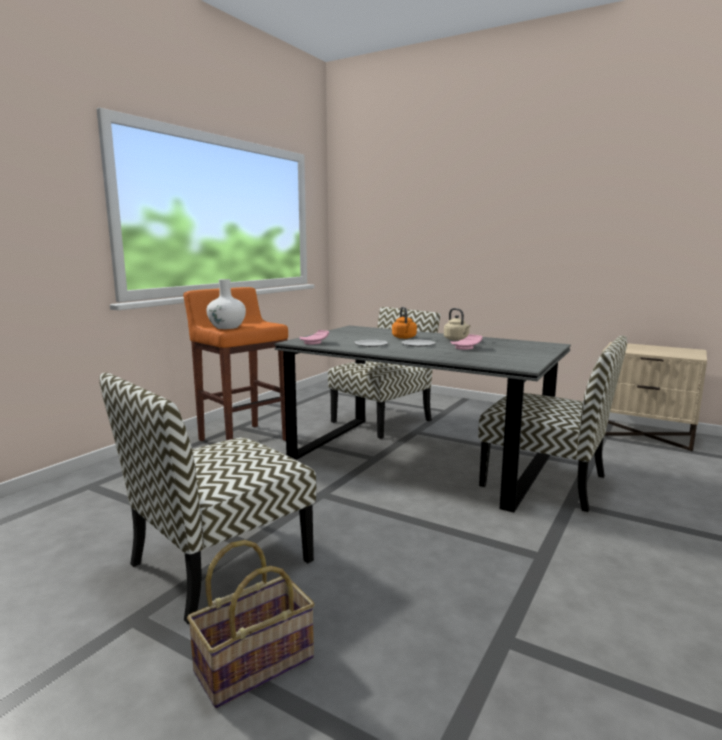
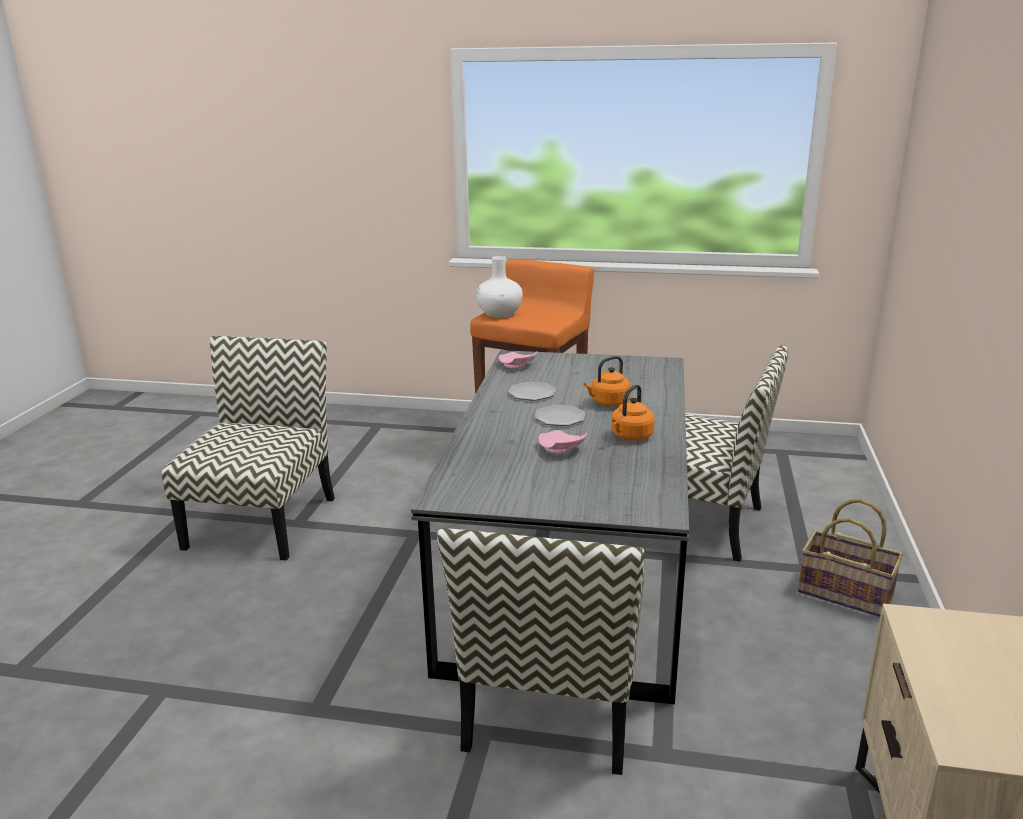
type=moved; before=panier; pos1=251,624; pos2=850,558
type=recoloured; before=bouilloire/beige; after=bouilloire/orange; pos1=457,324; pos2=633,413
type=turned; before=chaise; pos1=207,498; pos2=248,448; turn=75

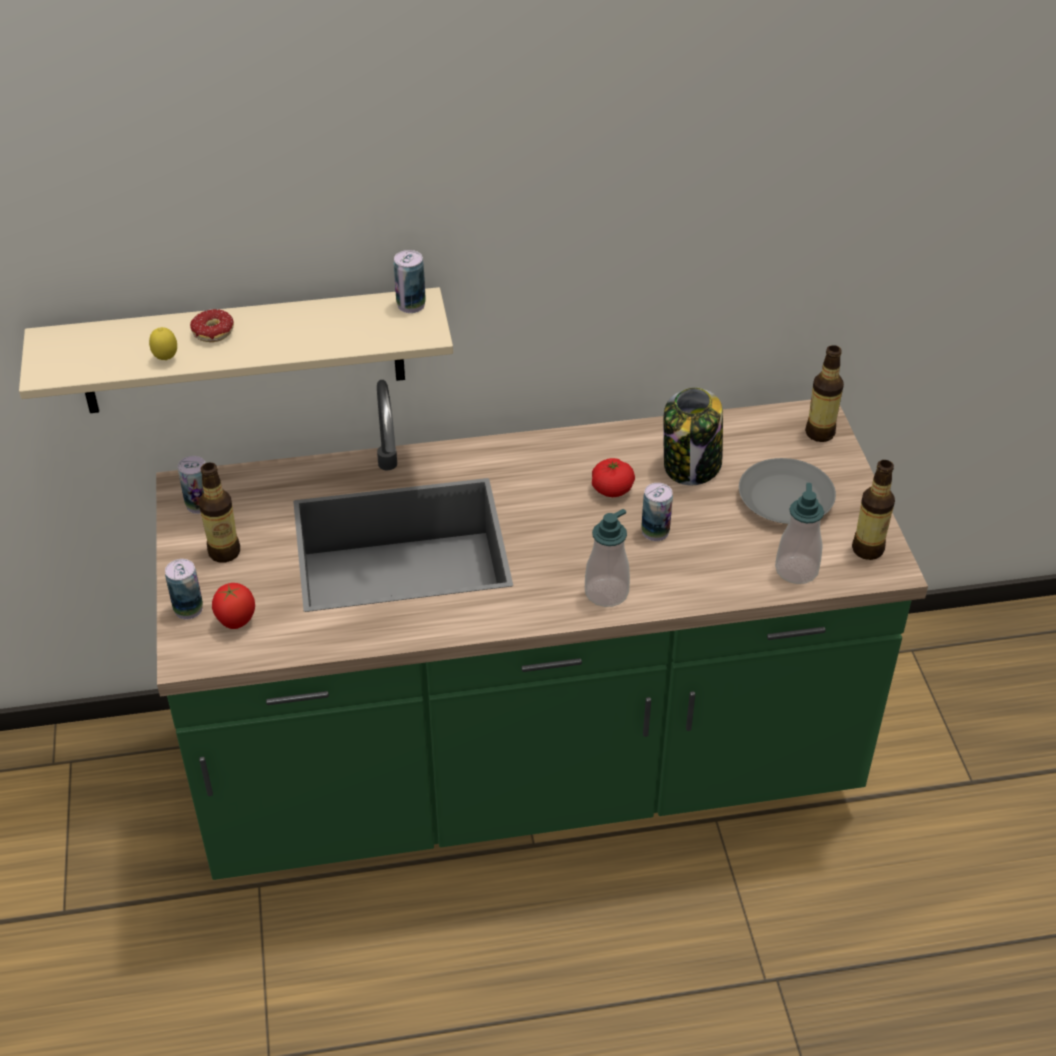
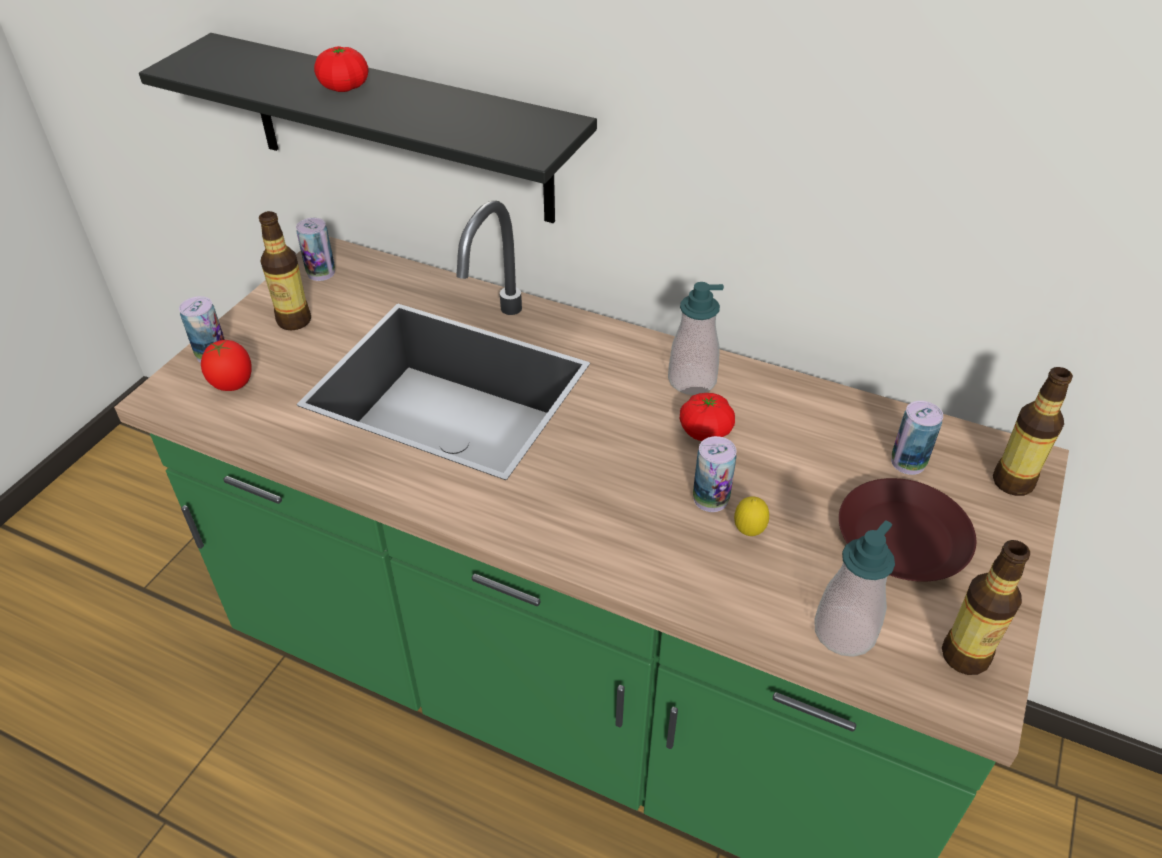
type=removed; before=bocal; pos1=693,436
type=moved; before=citron; pos1=163,343; pos2=751,516
type=moved; before=boîte métallique; pos1=410,281; pos2=917,438
type=moved; before=distributeur de savon; pos1=607,558; pos2=696,338
type=replaced; before=beignet; after=tomate; pos1=221,325; pos2=341,69
type=recoloured; before=étagère/beige; after=étagère/noir; pos1=236,350; pos2=368,128
type=recoloured; before=assiette/gris; after=assiette/marron; pos1=787,491; pos2=907,530

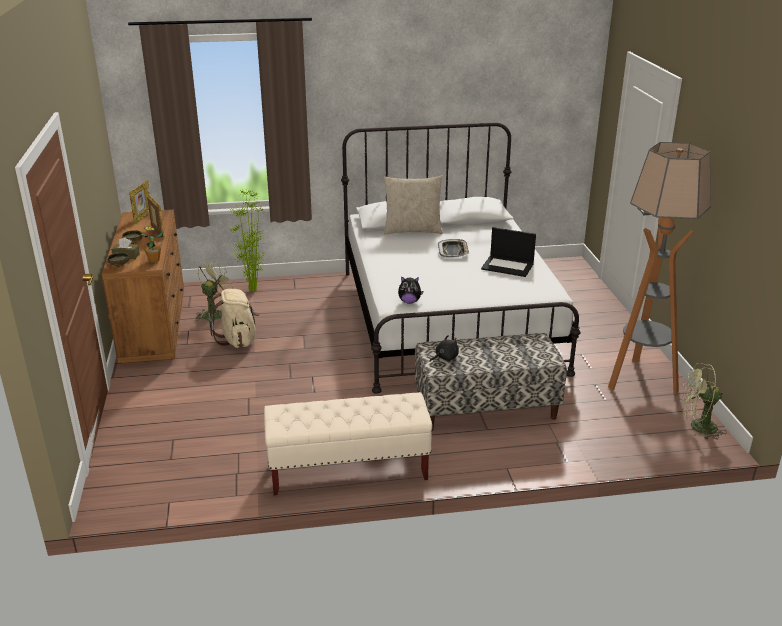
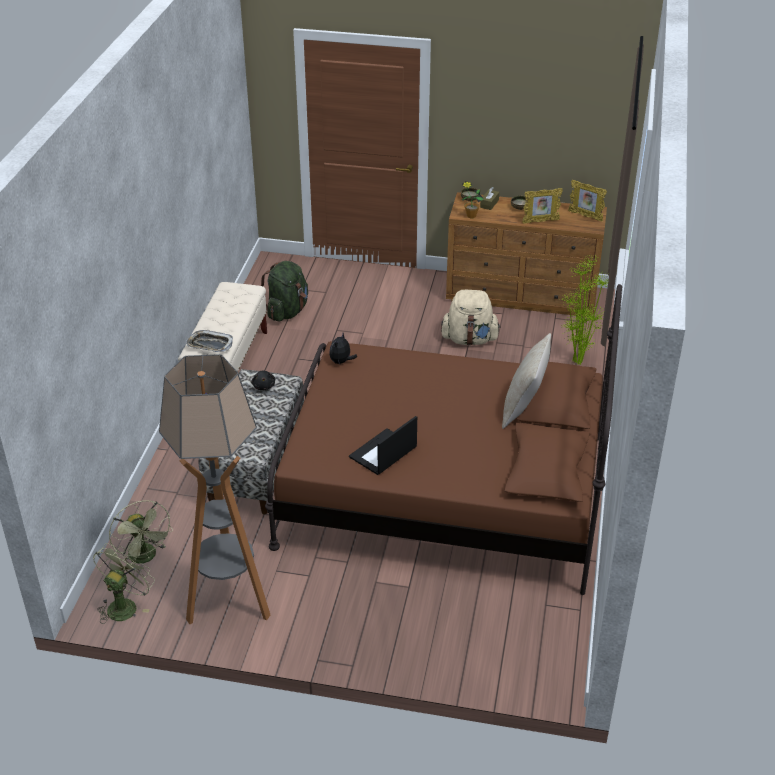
type=added; after=sac à dos/vert; pos2=284,291
type=moved; before=ventilateur/vert; pos1=214,291; pos2=141,534
type=moved; before=plateau; pos1=453,248; pos2=209,341
type=recoloured; before=lit/blanc; after=lit/marron; pos1=461,258; pos2=443,439

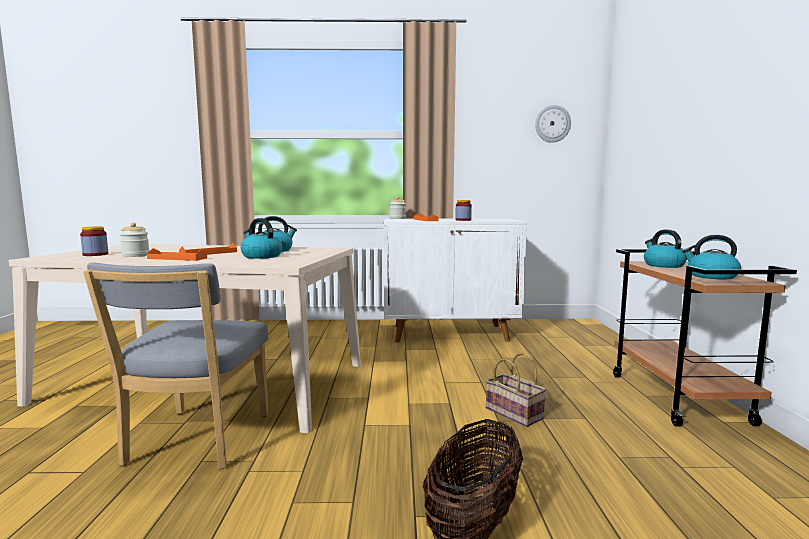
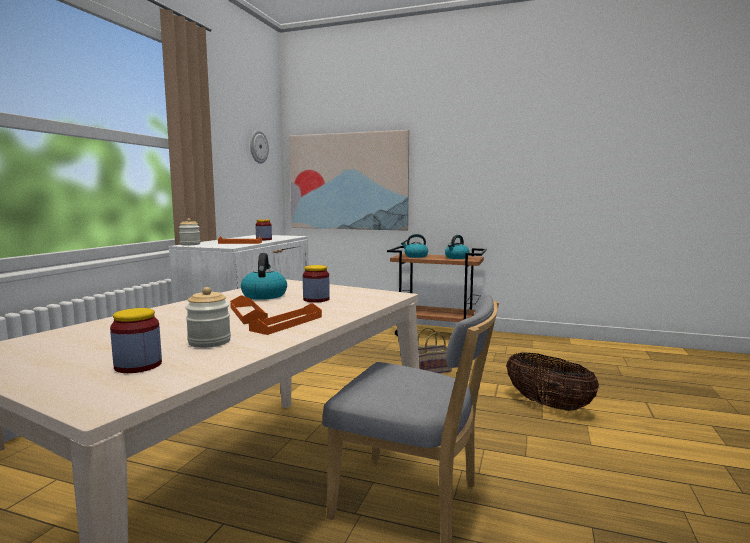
type=added; after=tableau; pos2=349,180
type=replaced; before=bouilloire; after=bocal; pos1=261,238; pos2=316,284

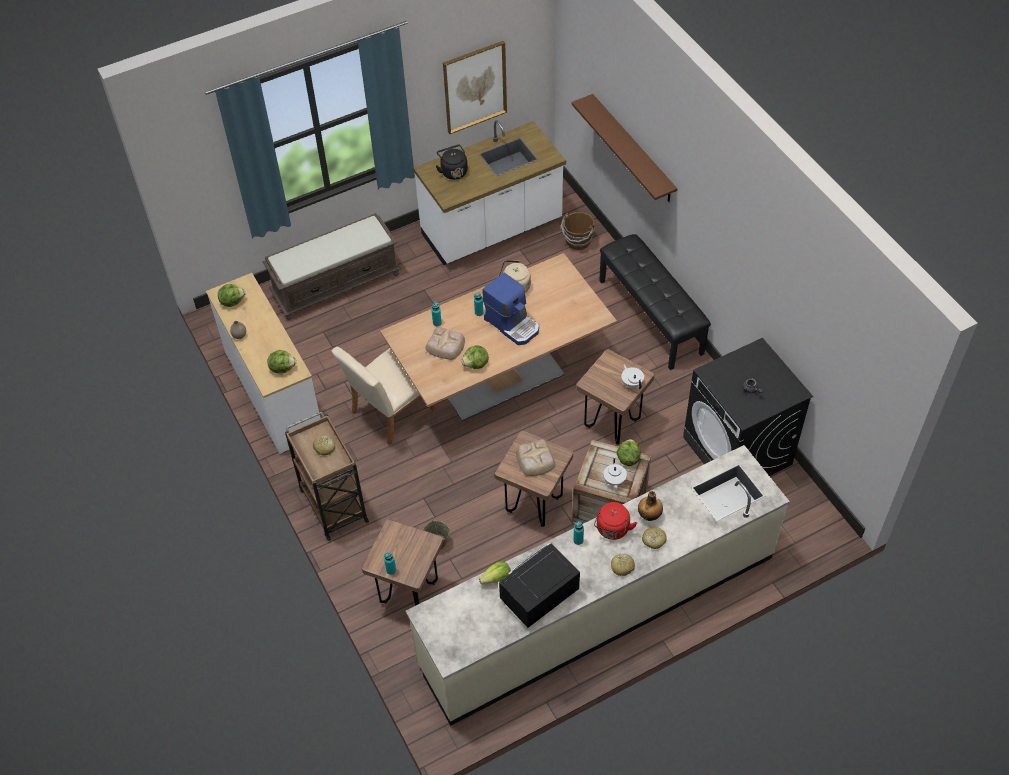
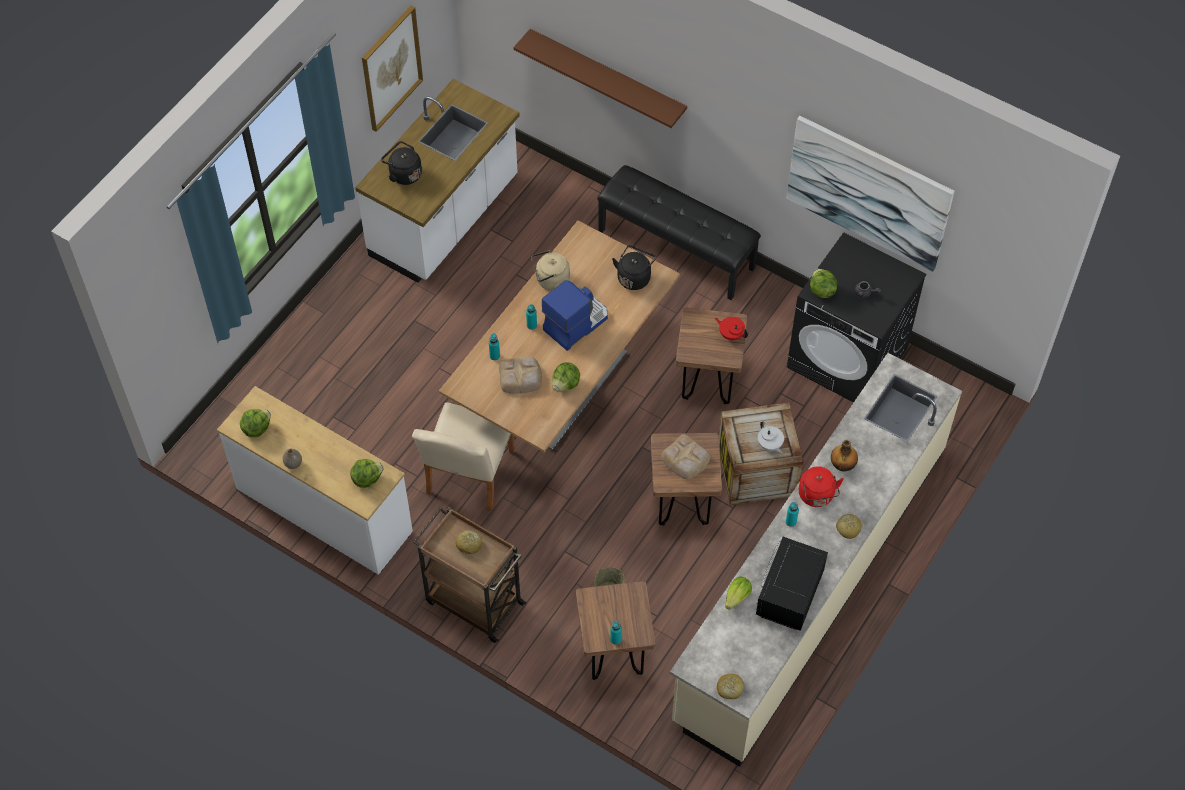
type=removed; before=banc/marron; pos1=331,266
type=removed; before=seau/marron; pos1=578,231
type=added; after=bouilloire/noir; pos2=634,267
type=added; after=tableau; pos2=870,194
type=moved; before=laitue; pos1=628,452; pos2=823,283
type=moved; before=pain; pos1=654,538; pos2=730,686
type=recoloured; before=théière/blanc; after=théière/rouge; pos1=632,376; pos2=731,328
type=turned; before=machine à café; pos1=510,309; pos2=575,315; turn=-60

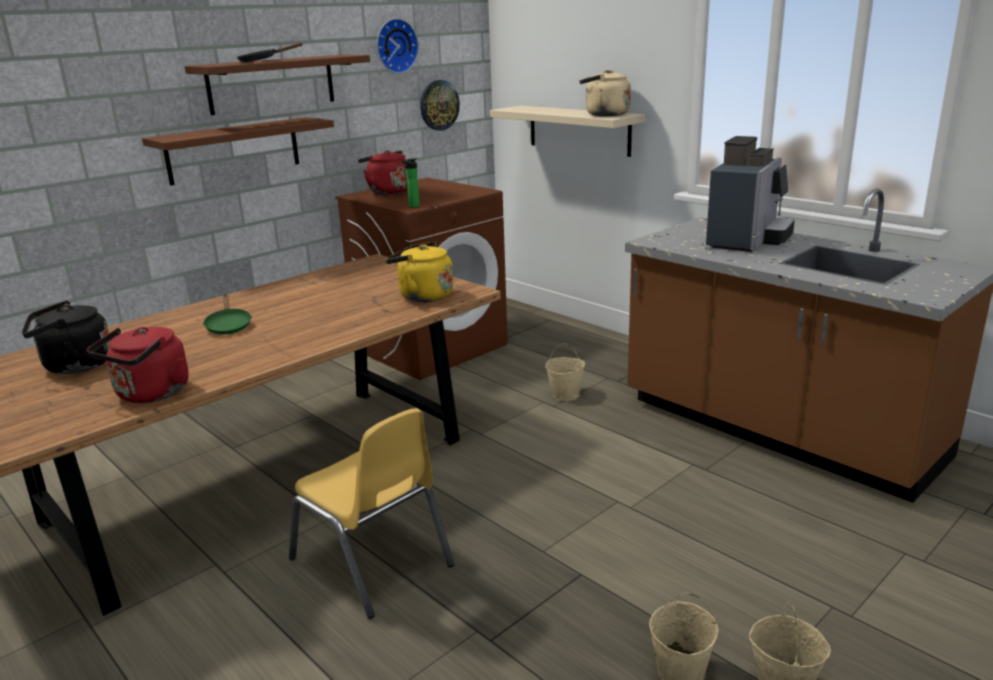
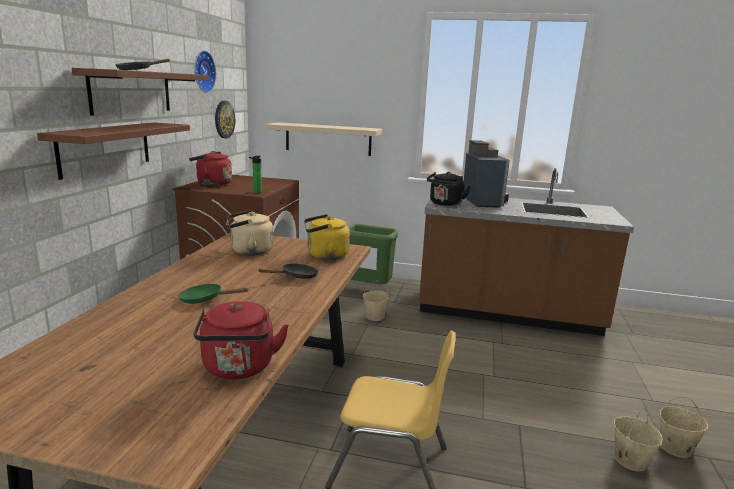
type=added; after=poêle/noir; pos2=289,271
type=added; after=poubelle/vert; pos2=374,254
type=moved; before=bouilloire/noir; pos1=66,337; pos2=449,189
type=moved; before=bouilloire/beige; pos1=605,92; pos2=249,232
type=turned; before=poêle/vert; pos1=227,314; pos2=213,294; turn=150

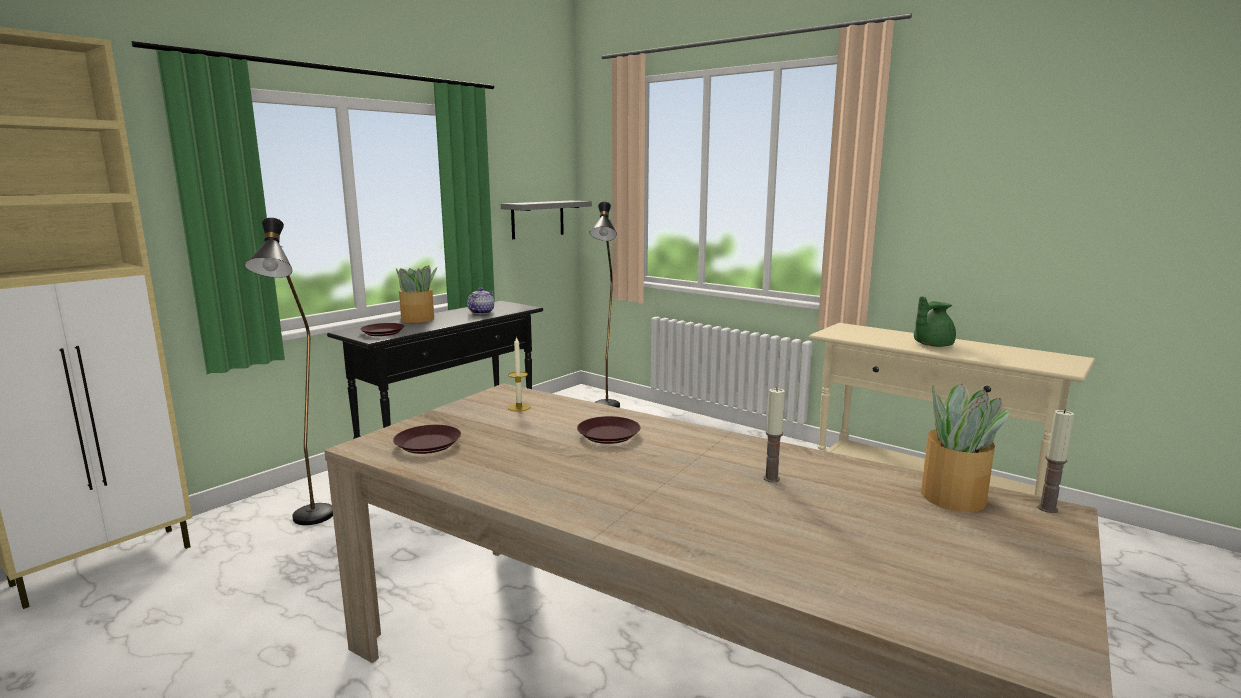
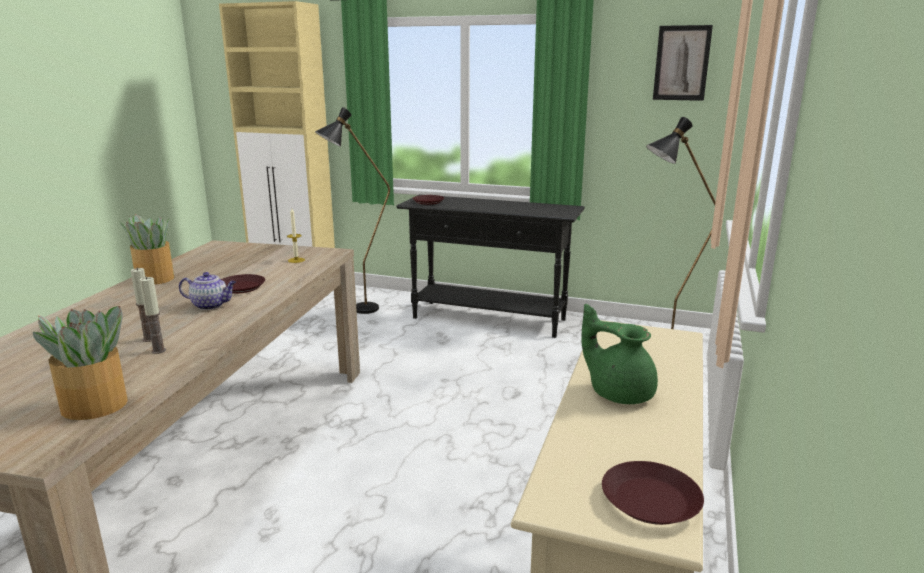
type=removed; before=étagère/gris; pos1=546,220
type=added; after=tableau; pos2=683,63
type=moved; before=assiette/marron; pos1=427,439; pos2=653,493
type=moved; before=plante en pot; pos1=416,294; pos2=147,249
type=moved; before=théière; pos1=480,301; pos2=207,291
type=moved; before=bougie; pos1=1056,461; pos2=153,315

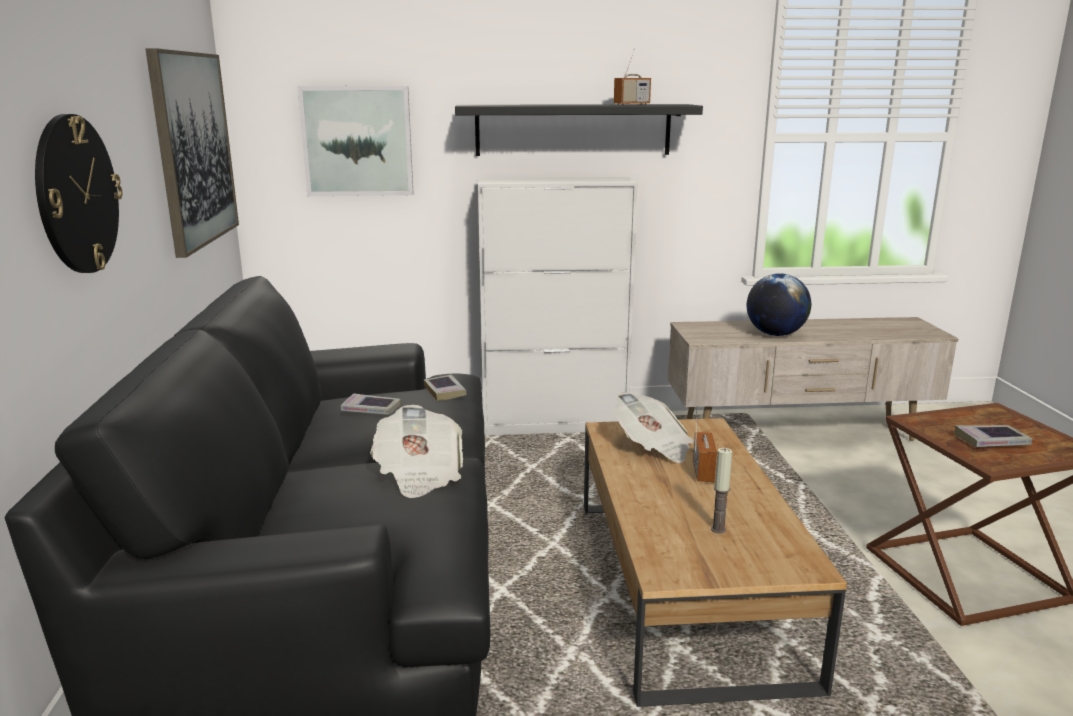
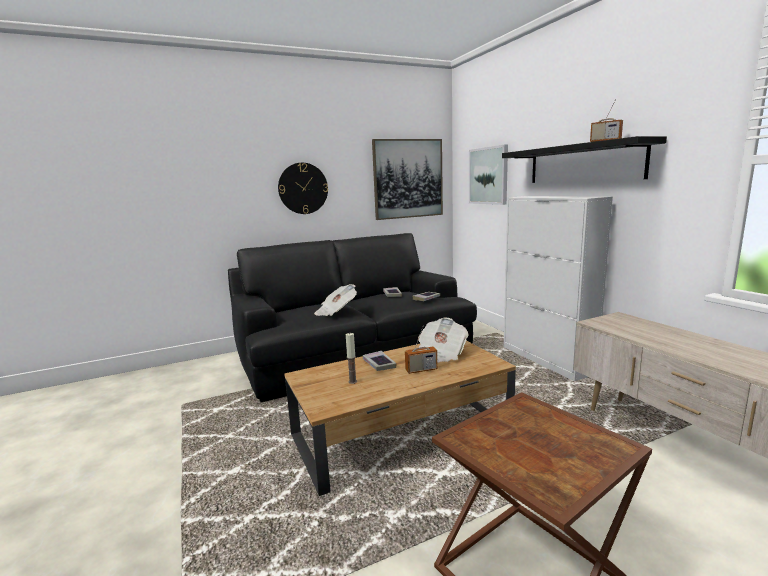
type=removed; before=globe; pos1=779,304
type=moved; before=livre; pos1=993,436; pos2=379,361

